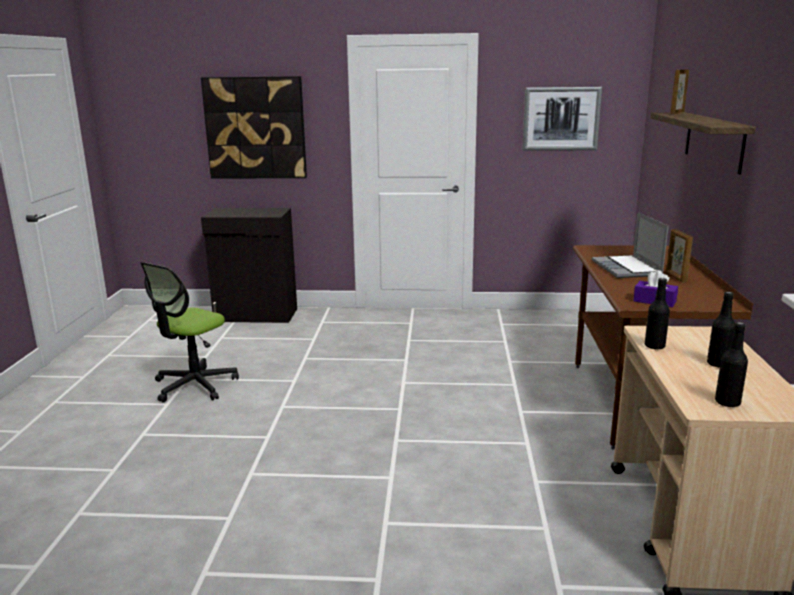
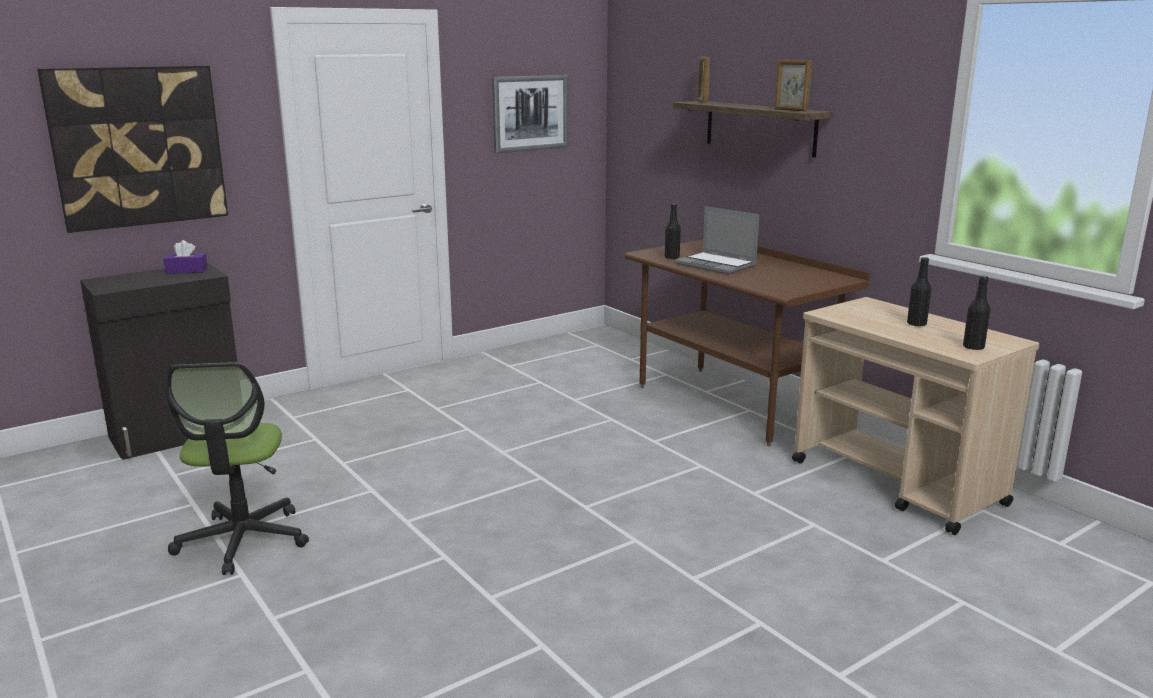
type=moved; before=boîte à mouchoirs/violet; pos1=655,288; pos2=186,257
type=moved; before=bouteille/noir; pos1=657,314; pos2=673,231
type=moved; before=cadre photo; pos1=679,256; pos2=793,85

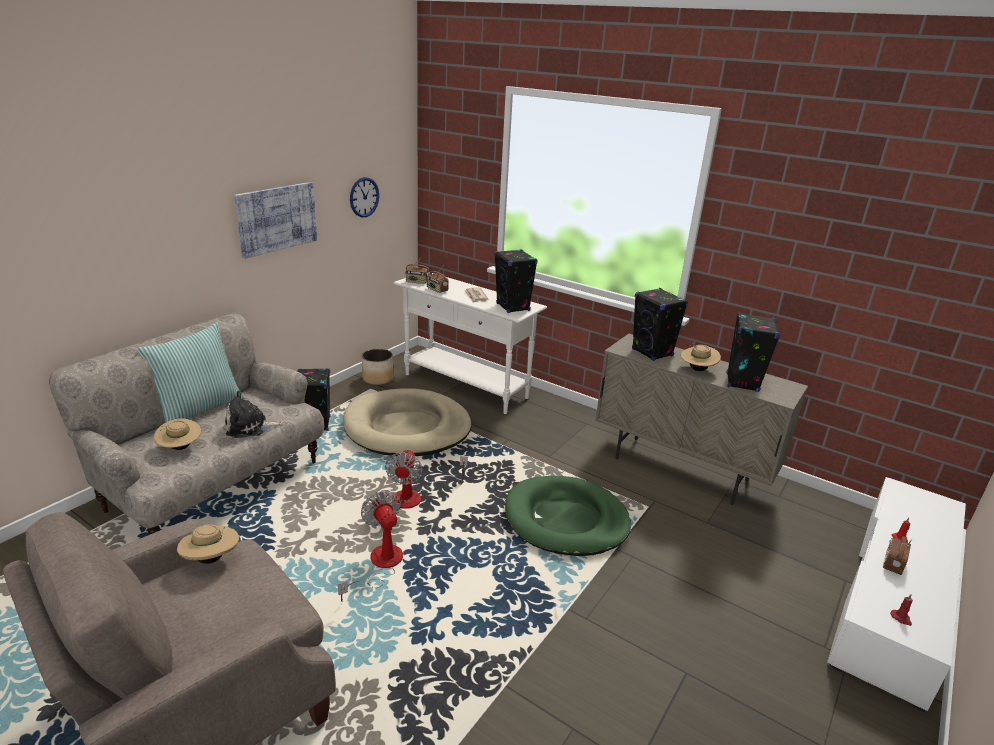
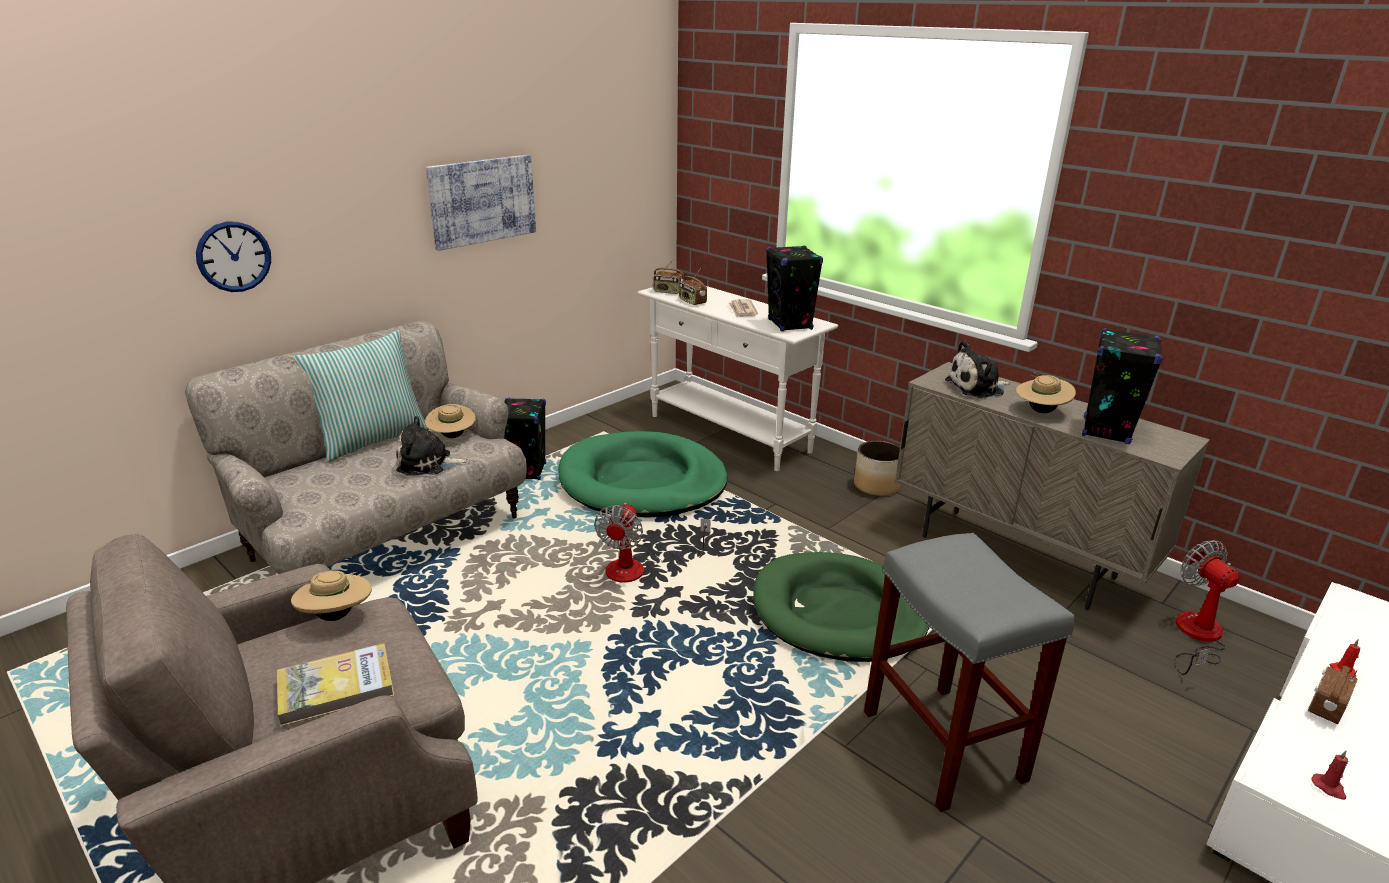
type=added; after=livre; pos2=335,684
type=added; after=tabouret/gris; pos2=969,672
type=moved; before=chapeau/beige; pos1=177,434; pos2=450,421
type=moved; before=ventilateur; pos1=370,546; pos2=1206,607
type=moved; before=horloge murale; pos1=364,197; pos2=233,257
type=moved; before=cache-pot; pos1=377,367; pos2=877,468
type=replaced; before=enceinte/noir; after=peluche; pos1=660,324; pos2=977,369
type=recoloured; before=panier pour chien/beige; after=panier pour chien/vert; pos1=407,422; pos2=643,474

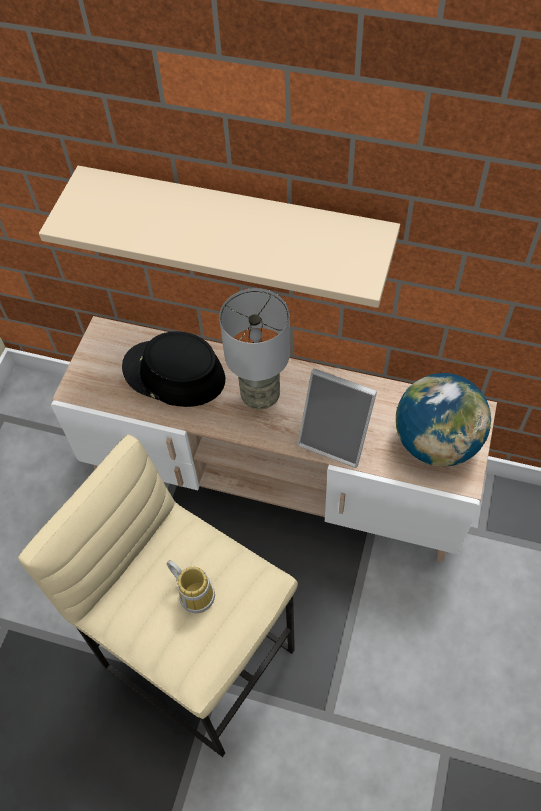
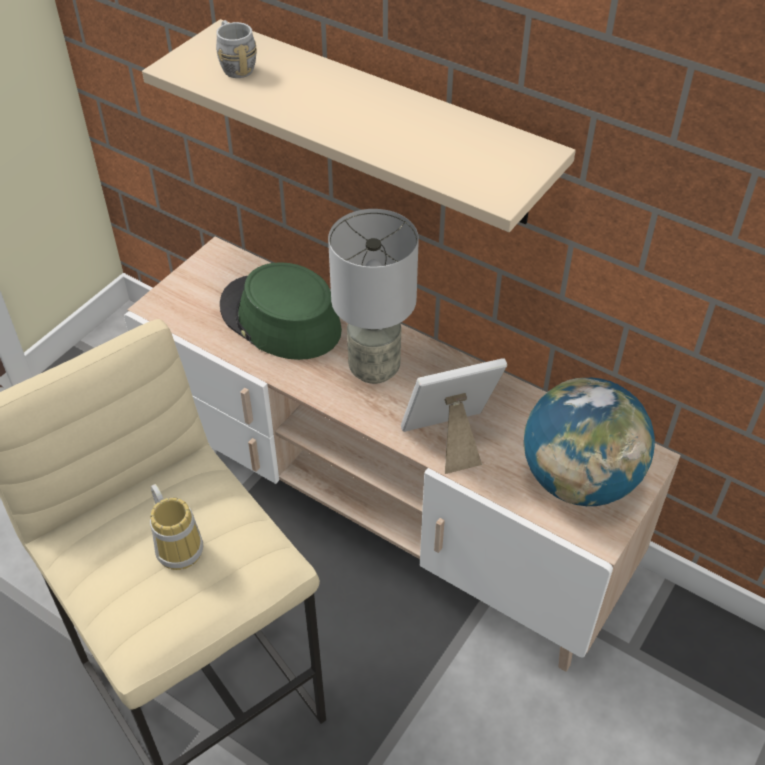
type=added; after=mug/gris; pos2=236,49
type=recoloured; before=chapeau/noir; after=chapeau/vert; pos1=173,369; pos2=281,311
type=turned; before=cadre photo; pos1=337,418; pos2=454,416; turn=120

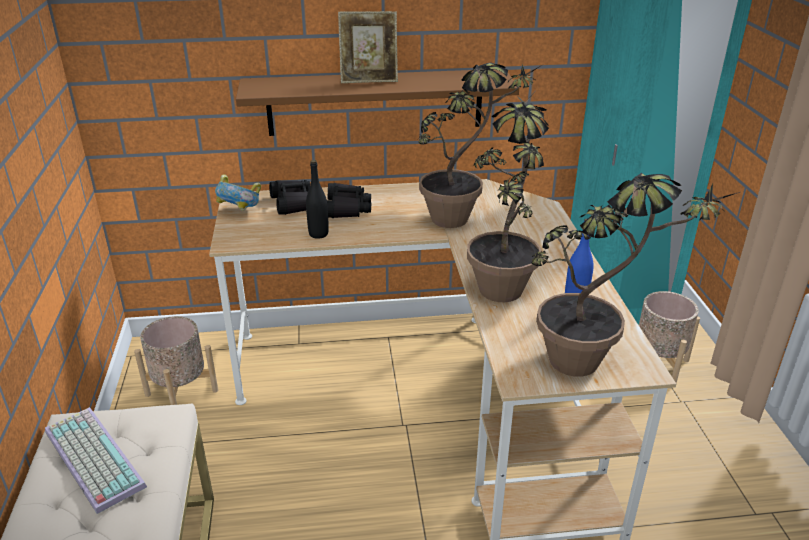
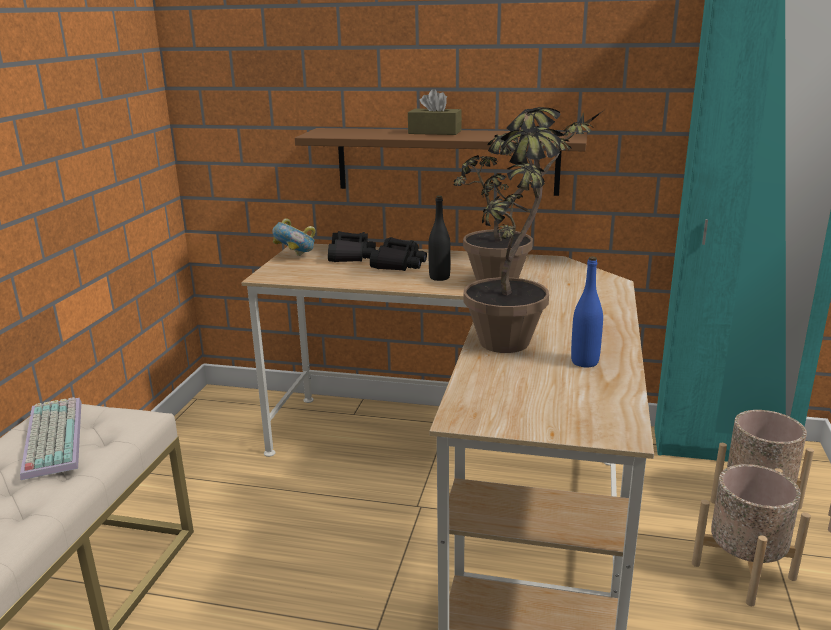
type=removed; before=plante en pot; pos1=635,275
type=moved; before=cache-pot/beige; pos1=176,360; pos2=751,535
type=moved; before=bouteille/noir; pos1=317,199; pos2=439,238
type=replaced; before=cadre photo; after=boîte à mouchoirs/marron; pos1=368,47; pos2=435,112

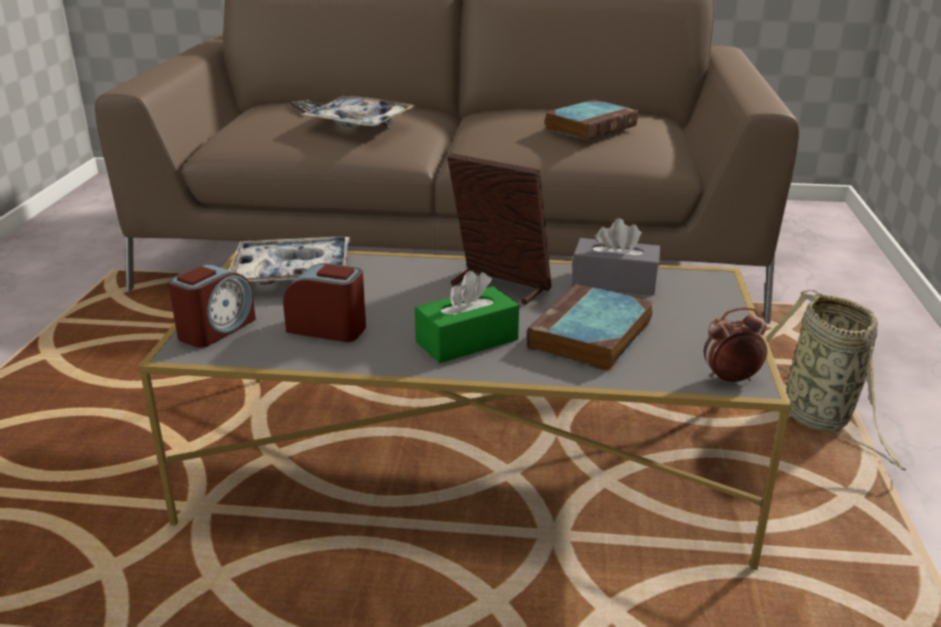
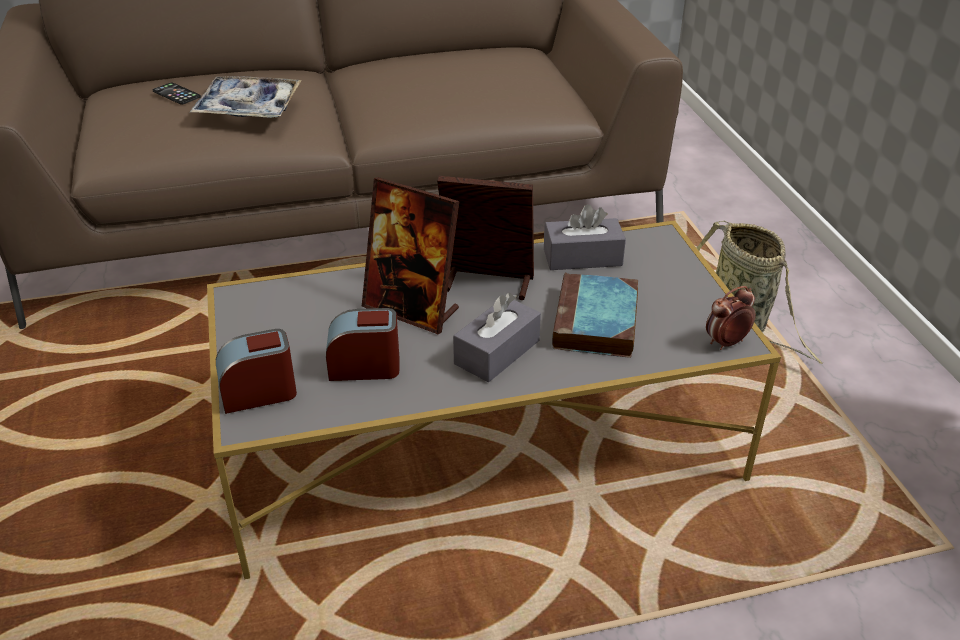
type=removed; before=plateau; pos1=289,261
type=removed; before=livre; pos1=591,119
type=added; after=cadre photo; pos2=411,255
type=recoloured; before=boîte à mouchoirs/vert; after=boîte à mouchoirs/gris; pos1=467,317; pos2=497,337
type=turned; before=réveil; pos1=212,306; pos2=256,371; turn=-120

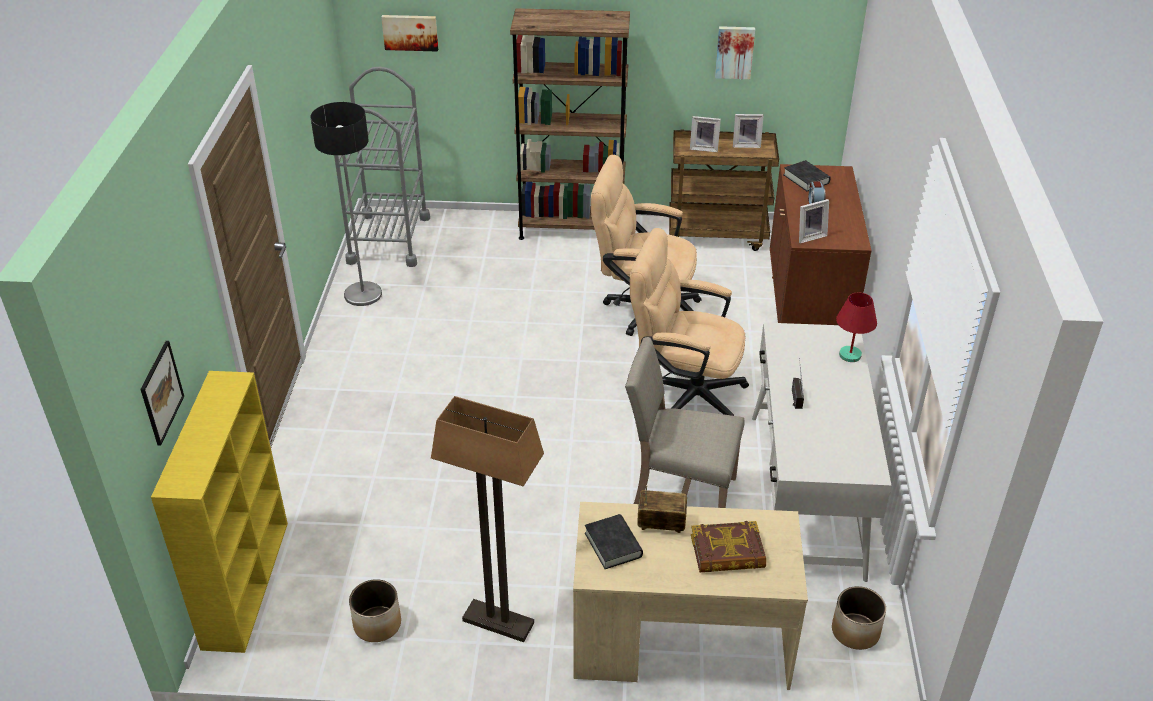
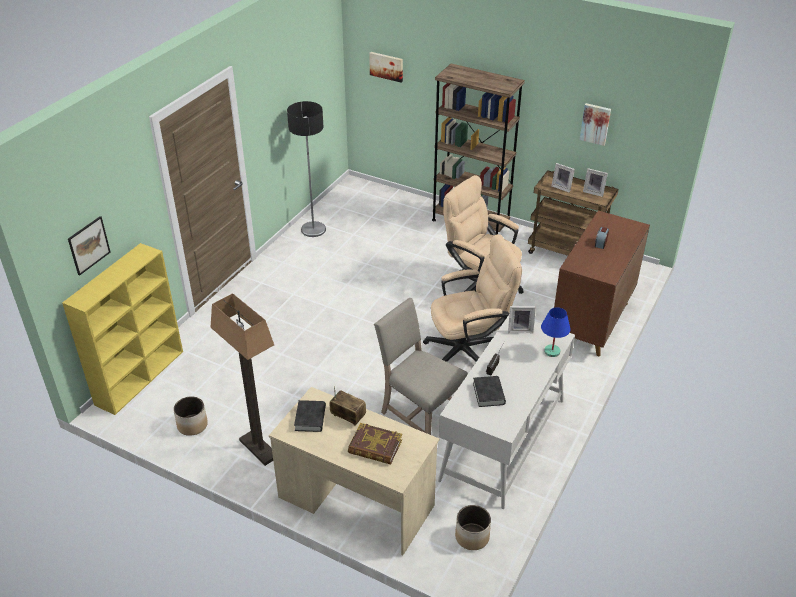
type=removed; before=chariot/gris; pos1=382,167
type=moved; before=livre/noir; pos1=807,176; pos2=489,391
type=moved; before=cadre photo; pos1=814,221; pos2=522,320
type=recoloured; before=lampe de table/rouge; after=lampe de table/bleu; pos1=856,327; pos2=556,332
type=turned; before=chaise de bureau/beige; pos1=689,322; pos2=472,298; turn=120

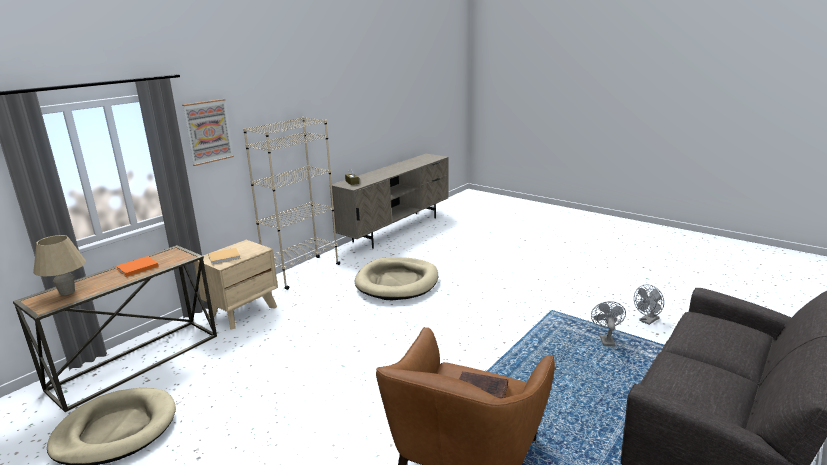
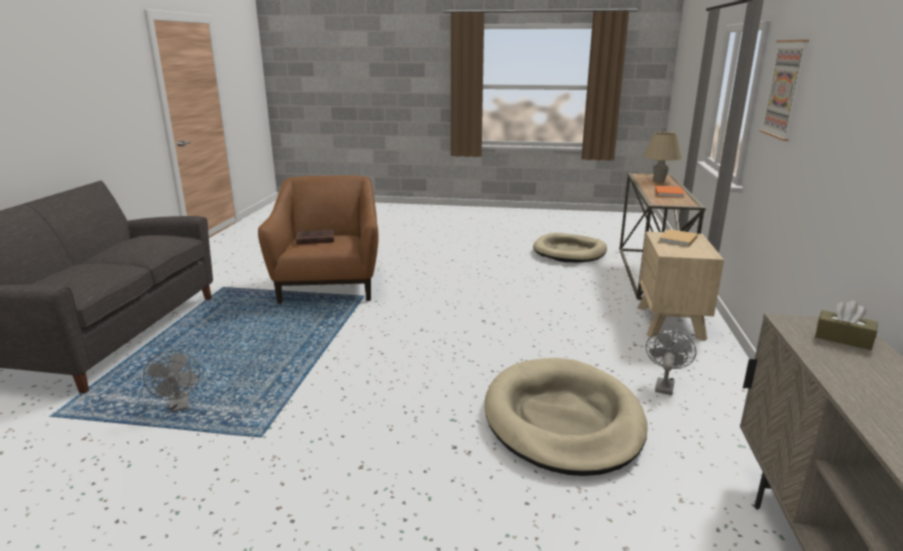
type=removed; before=bibliothèque/beige; pos1=291,203
type=moved; before=ventilateur/gris; pos1=649,304; pos2=671,362

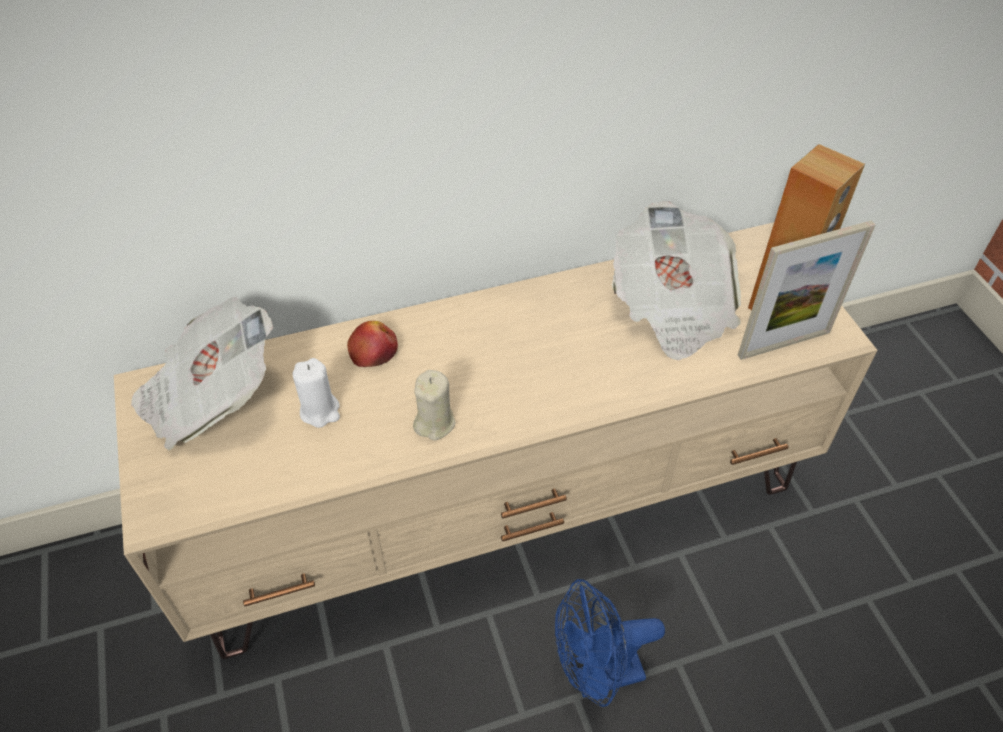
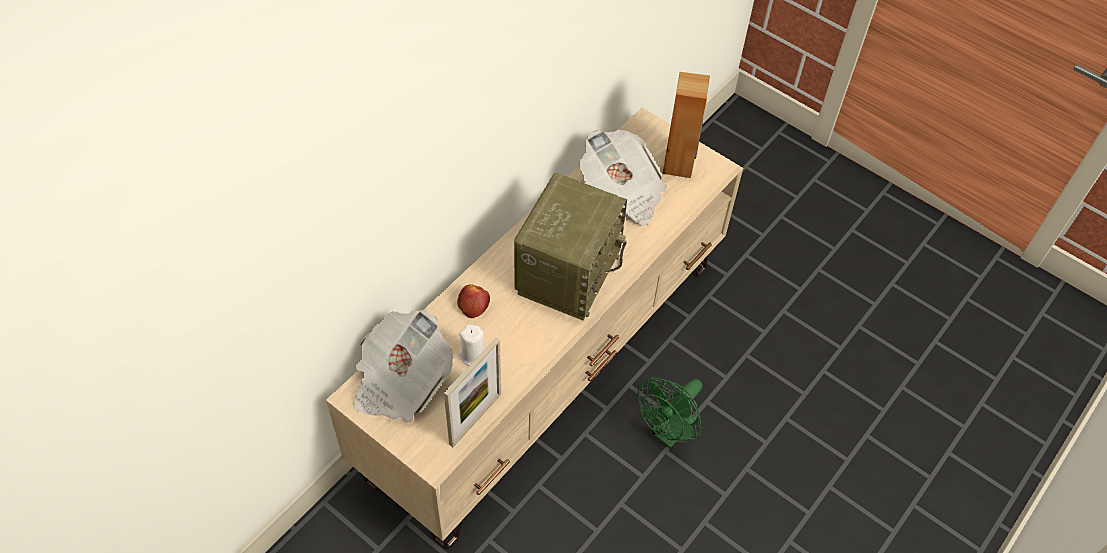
type=removed; before=bougie/beige; pos1=434,405
type=added; after=radio; pos2=570,246
type=moved; before=cadre photo; pos1=807,290; pos2=472,392
type=recoloured; before=ventilateur/bleu; after=ventilateur/vert; pos1=610,643; pos2=670,413

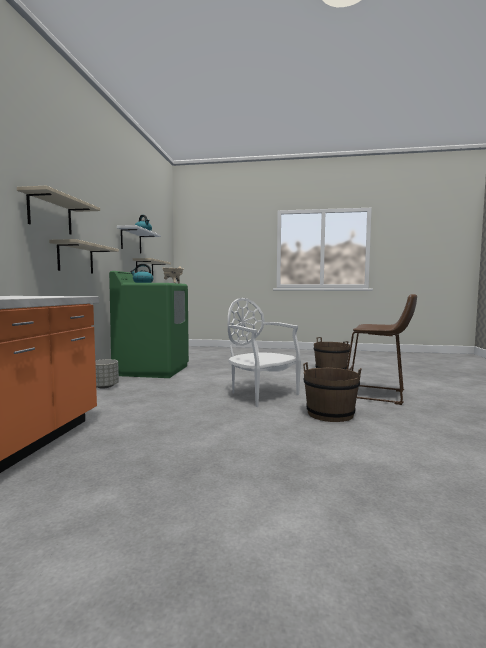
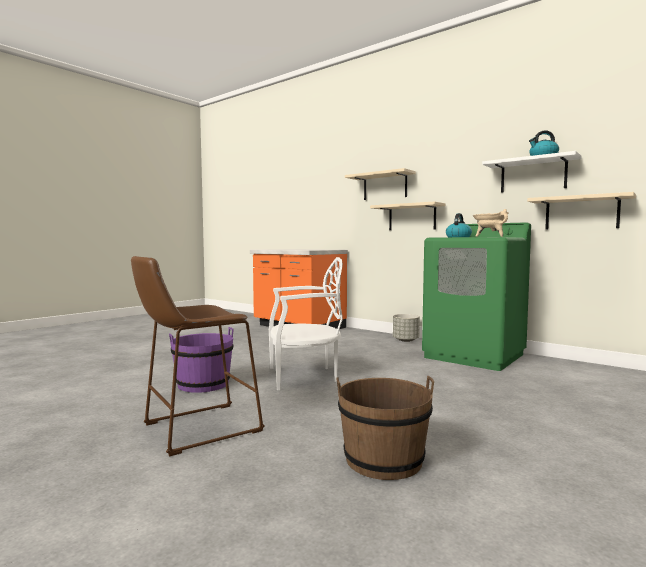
type=recoloured; before=seau/marron; after=seau/violet; pos1=332,392; pos2=201,360

